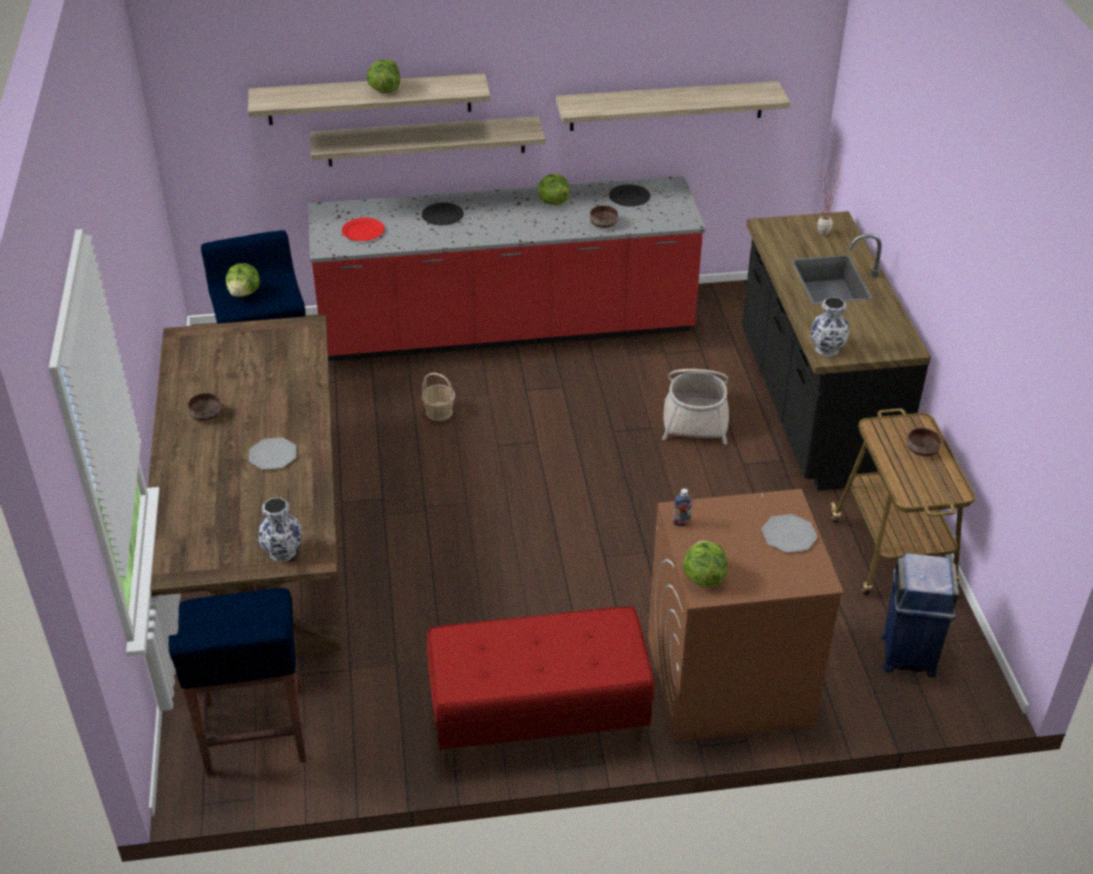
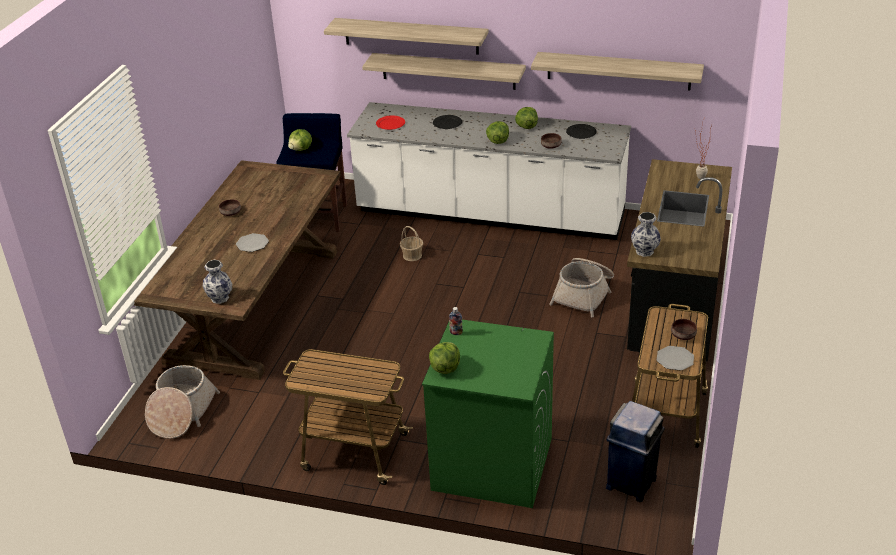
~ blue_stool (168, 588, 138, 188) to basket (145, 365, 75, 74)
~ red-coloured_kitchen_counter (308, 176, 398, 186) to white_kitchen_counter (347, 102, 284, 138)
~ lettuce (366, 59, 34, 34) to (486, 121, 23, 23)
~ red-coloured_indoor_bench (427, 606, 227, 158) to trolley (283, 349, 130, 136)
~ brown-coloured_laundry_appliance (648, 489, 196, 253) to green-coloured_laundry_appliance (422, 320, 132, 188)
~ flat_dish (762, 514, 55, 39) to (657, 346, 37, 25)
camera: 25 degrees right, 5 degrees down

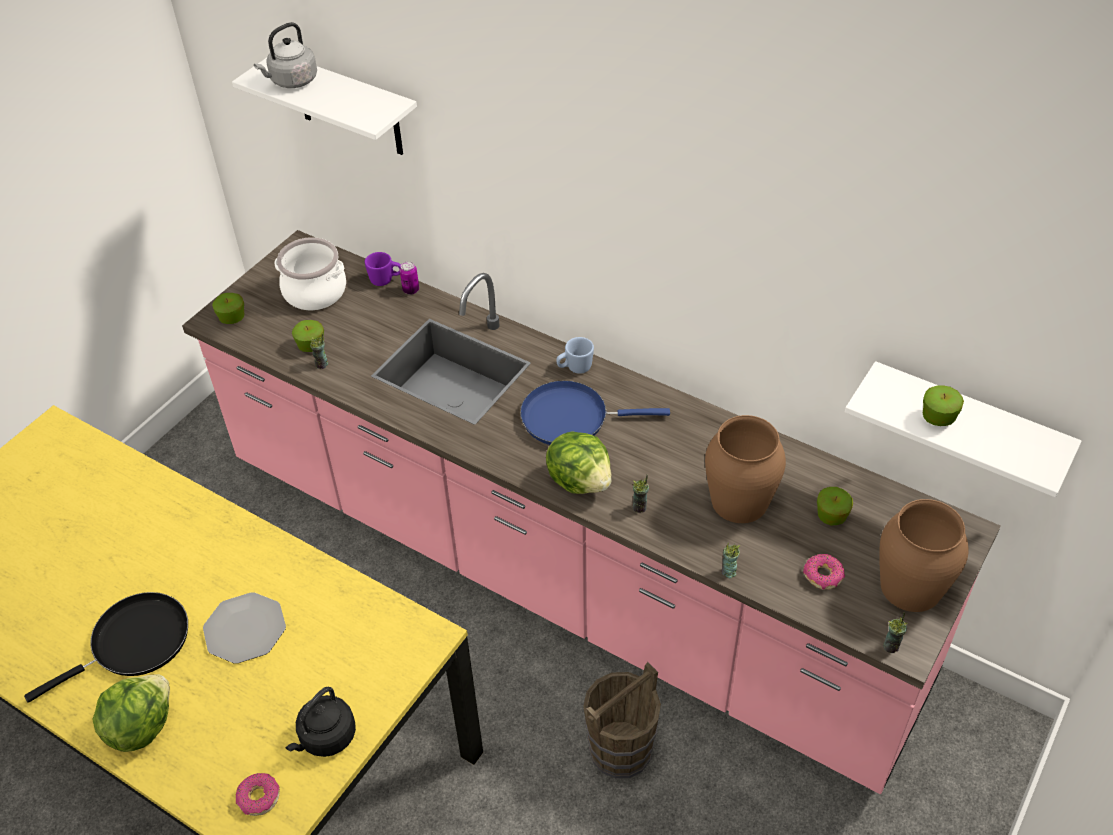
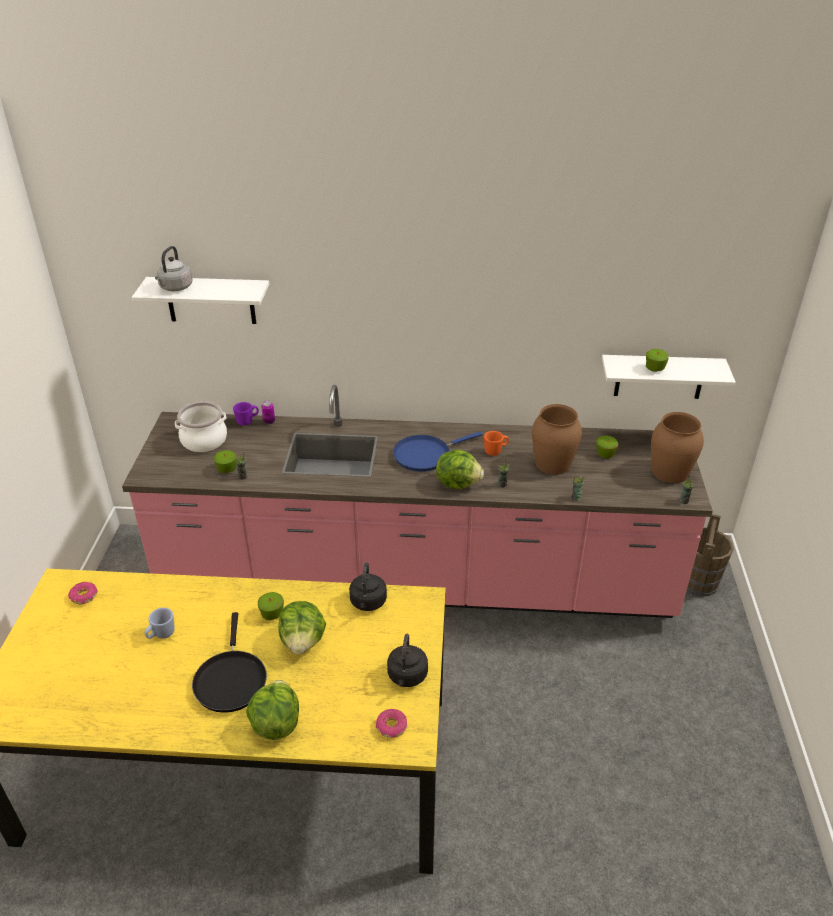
~ blackish_frying_pan (24, 592, 164, 111) = (192, 612, 75, 101) 150 degrees clockwise
~ flat_dish (203, 592, 83, 72) to lettuce (278, 601, 48, 53)
~ apple_fruit (212, 293, 33, 31) to (258, 592, 26, 28)
~ blue_coffee_mug (556, 337, 38, 37) to (144, 608, 31, 31)
~ brown-coloured_water_bucket (583, 662, 78, 117) to (687, 514, 47, 82)
~ donut (803, 554, 42, 36) to (68, 582, 30, 23)
+ blackish_tea_kettle (349, 562, 38, 49)
+ orange-coloured_coffee_mug (484, 431, 25, 25)
camera: 30 degrees left, 10 degrees down

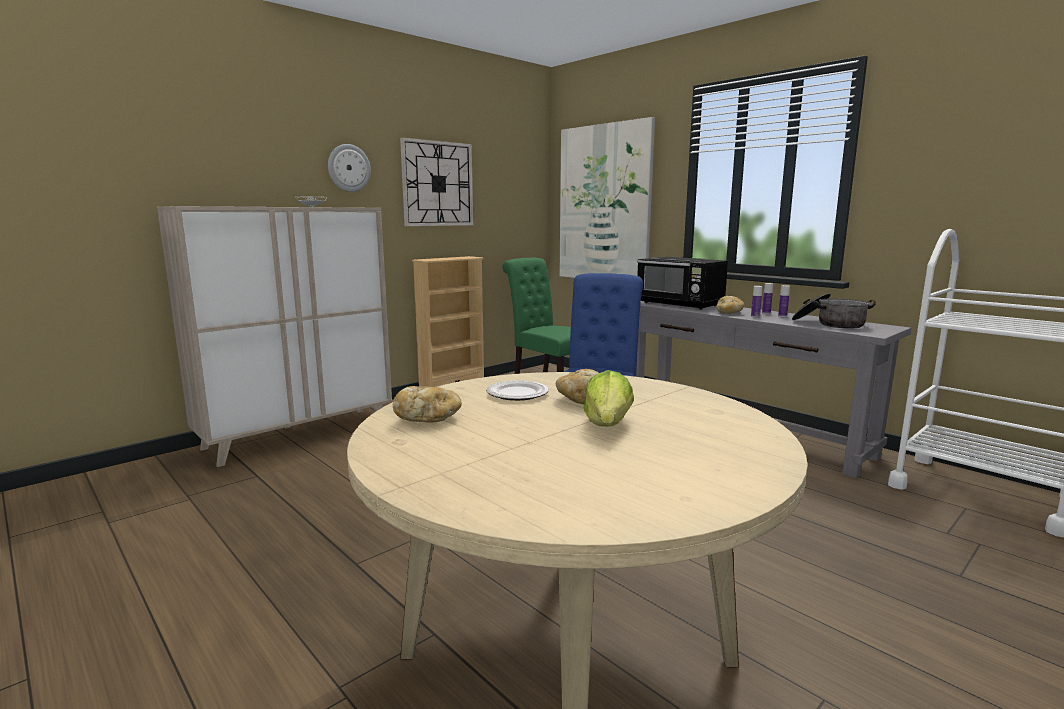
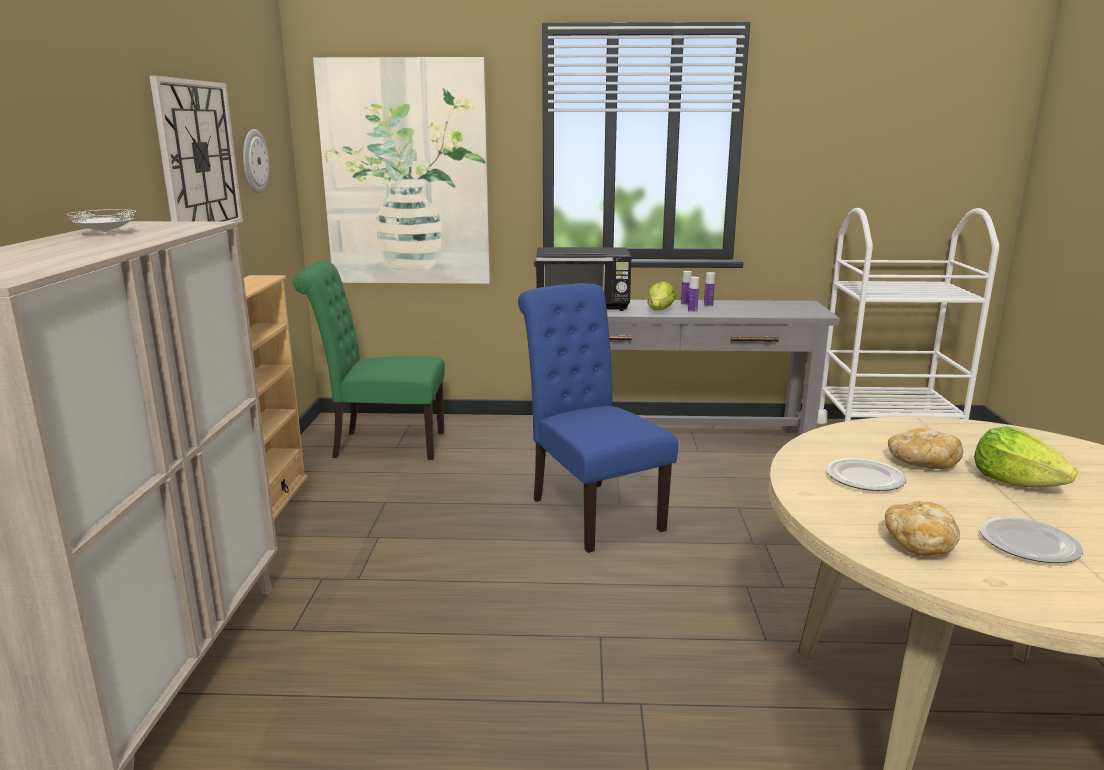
~ hanging_clock (328, 144, 43, 48) to (243, 129, 26, 64)
~ bread (716, 296, 28, 18) to lettuce (647, 281, 29, 30)
- stockpot (792, 293, 84, 36)
+ flat_dish (980, 517, 103, 46)
camera: 45 degrees left, 5 degrees up

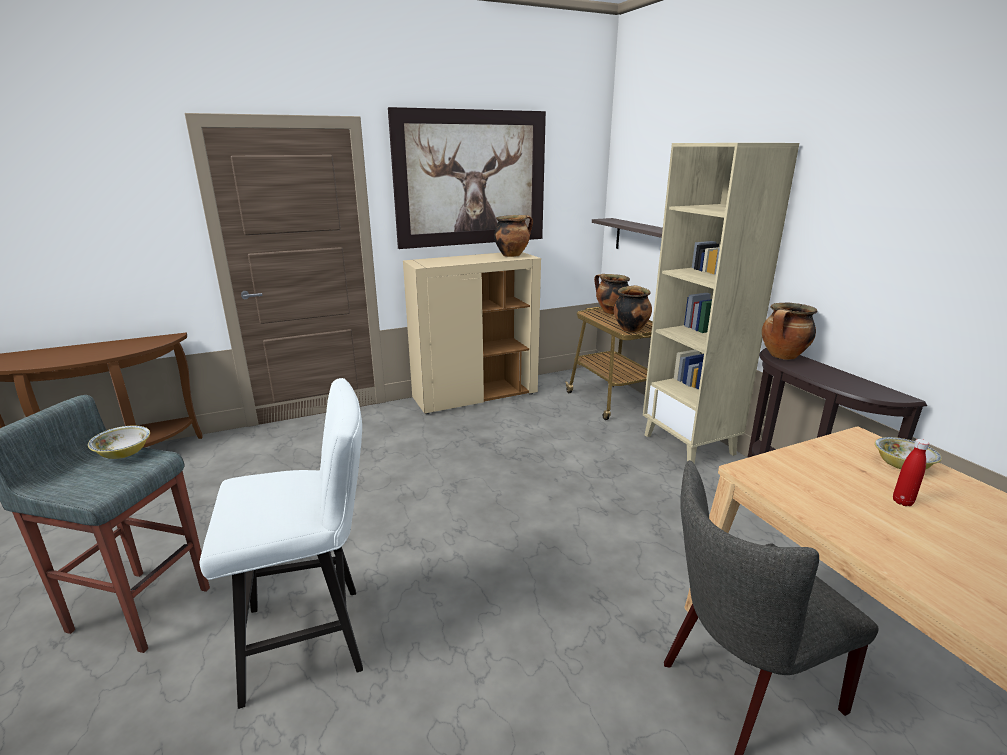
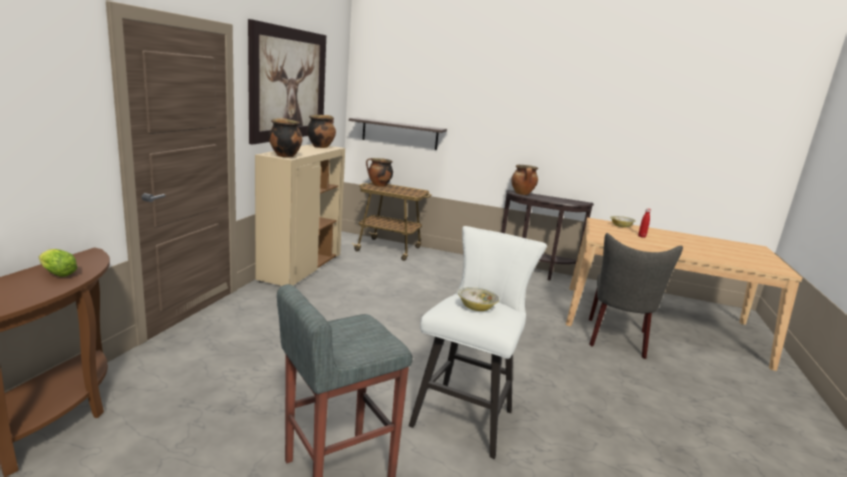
~ bowl (88, 426, 62, 33) to (458, 287, 41, 24)
~ stockpot (614, 285, 38, 47) to (269, 118, 33, 40)
- beige-coloured_bookshelf (643, 143, 156, 321)
+ lettuce (39, 249, 39, 28)
camera: 50 degrees left, 5 degrees down

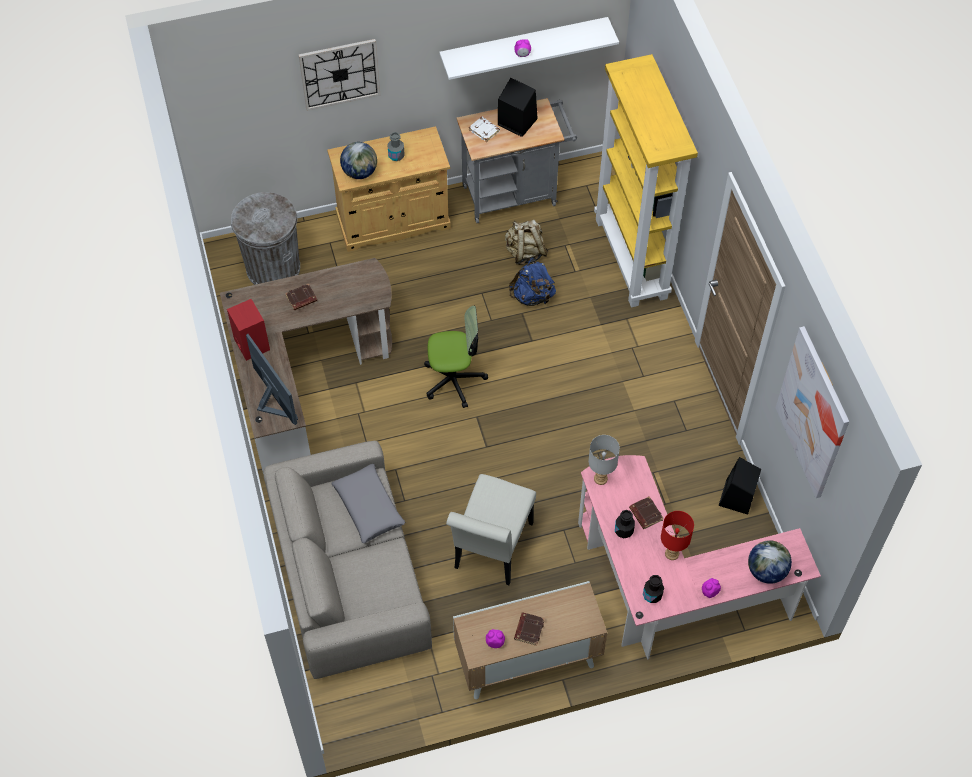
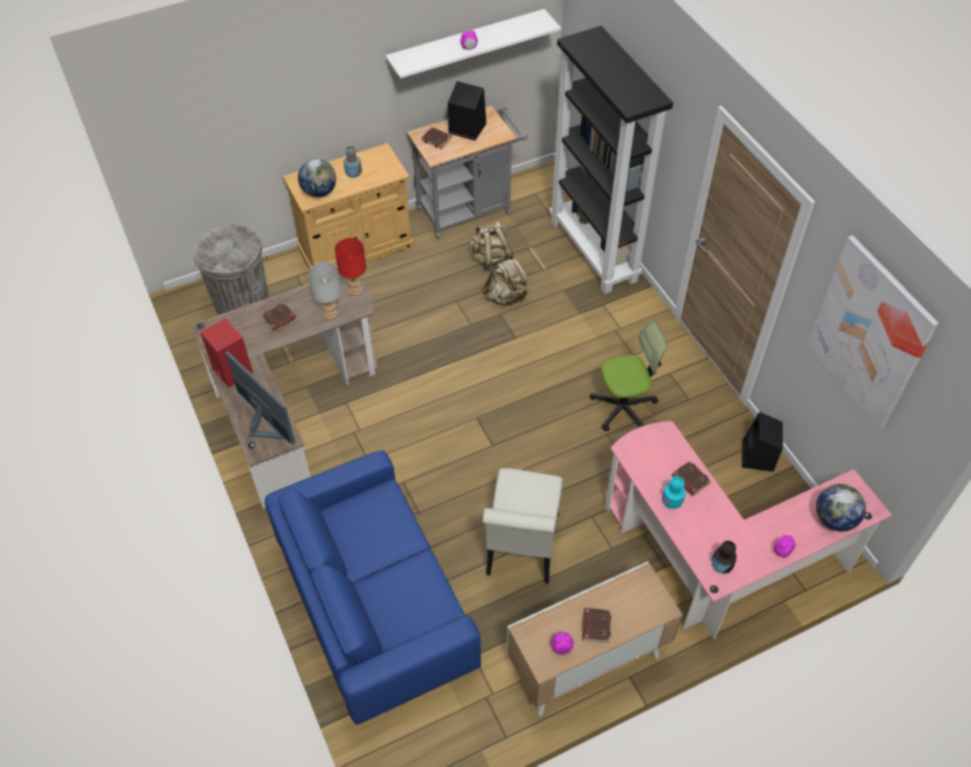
~ beige-coloured_sofa (263, 441, 169, 238) to blue_sofa (265, 450, 216, 275)
- hanging_clock (299, 39, 81, 72)
- grey_throw_pillow (332, 464, 73, 79)
~ office_chair (424, 306, 64, 102) to (590, 321, 77, 110)
~ white_book (469, 117, 31, 25) to brown-coloured_book (421, 127, 31, 22)
~ blue_knapsack (509, 258, 47, 48) to beige-coloured_knapsack (483, 255, 48, 50)
~ grey_table_lamp (588, 435, 32, 50) to (308, 262, 33, 58)
~ yellowish_bookshelf (594, 54, 104, 253) to blackish_bookshelf (549, 26, 124, 268)
~ blackish_bottle (615, 510, 20, 28) to blue-green_bottle (662, 476, 24, 33)
~ red-coloured_table_lamp (661, 511, 33, 49) to (335, 238, 31, 58)
camera: 10 degrees left, 5 degrees down

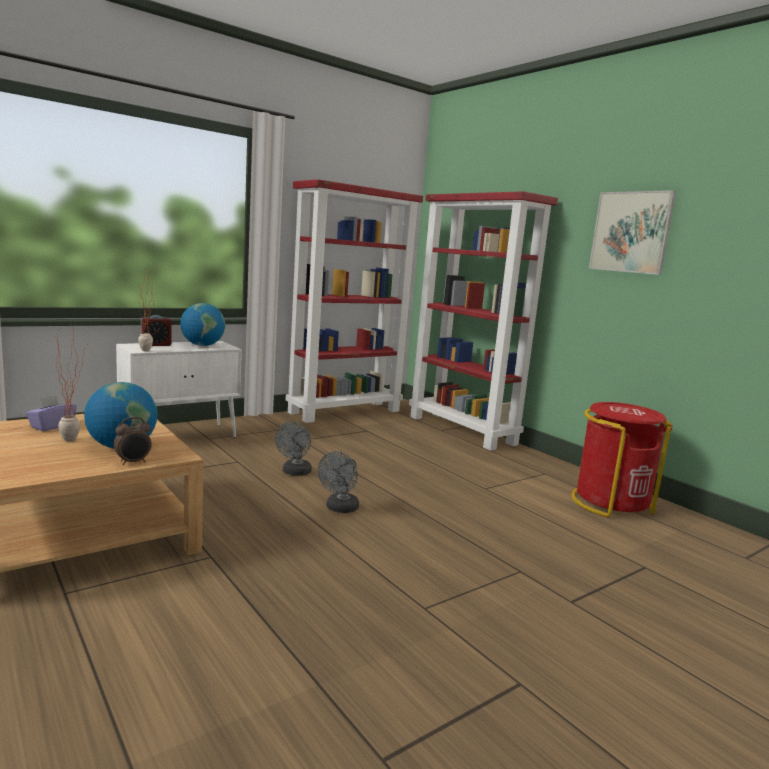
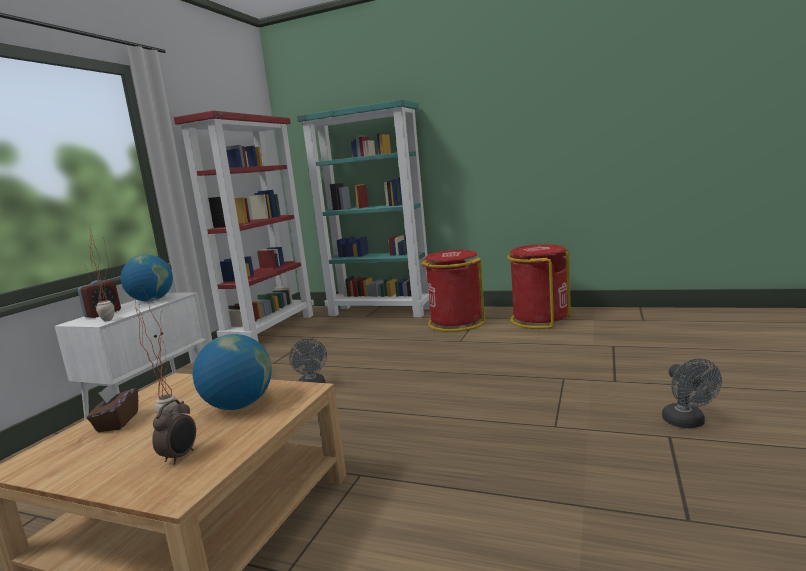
~ purple-coloured_box_of_tissues (26, 395, 51, 36) to brown-coloured_box_of_tissues (87, 385, 51, 47)
~ table_clock (114, 417, 38, 48) to (152, 399, 44, 66)
~ grey_cooling_fan (318, 451, 41, 62) to (662, 358, 60, 70)
~ red-coloured_bookshelf (409, 191, 149, 260) to blue-green_bookshelf (297, 99, 133, 218)
- picture (589, 190, 87, 85)
+ red-coloured_trash_can (422, 250, 63, 82)
camera: 30 degrees left, 0 degrees up

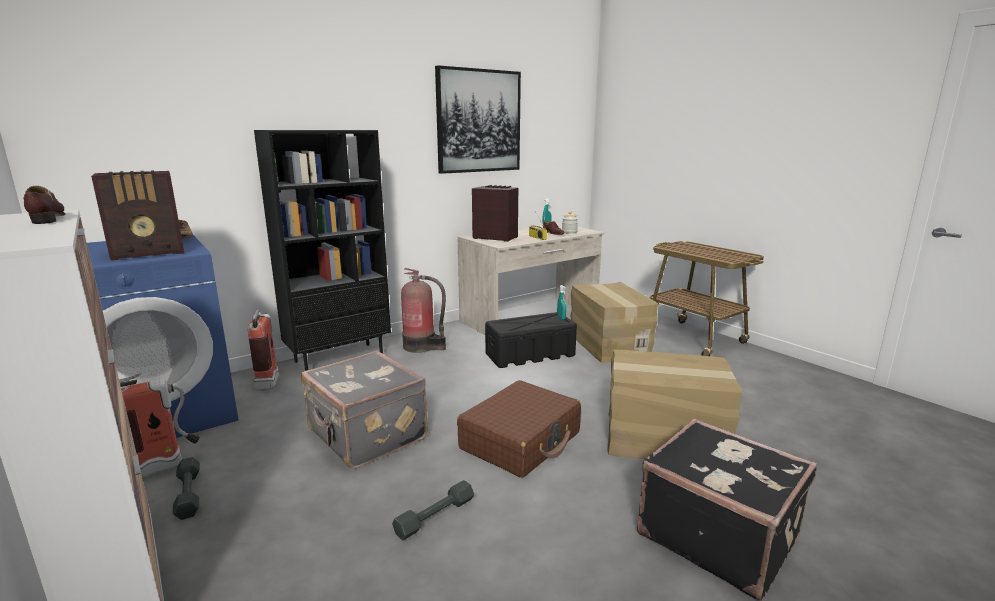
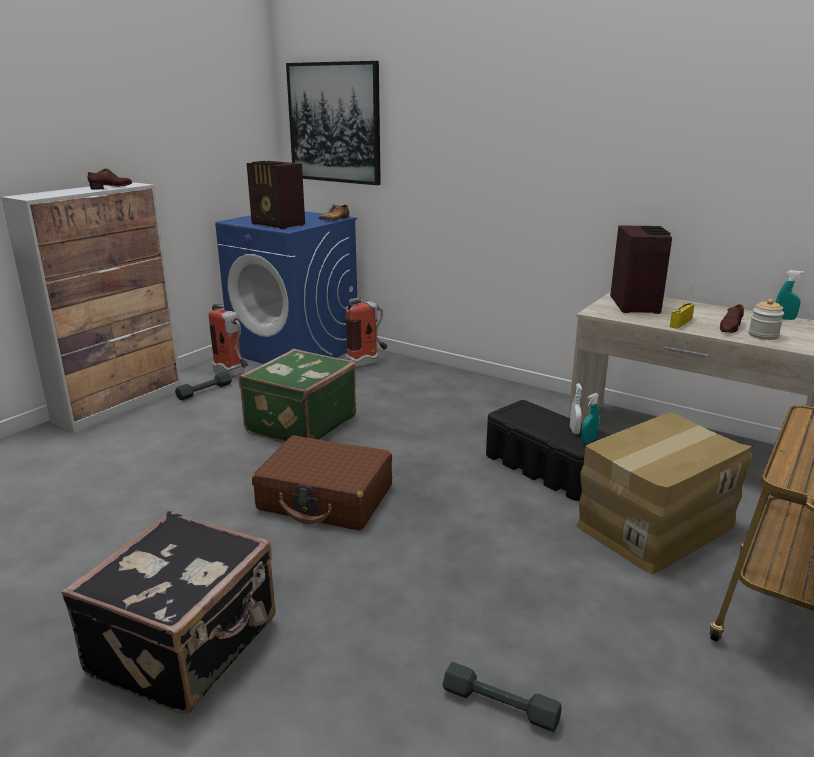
- blackish_bookshelf (254, 130, 137, 241)
~ grey_suitcase (301, 351, 127, 118) to green-coloured_suitcase (238, 349, 118, 94)
~ grey_free_weight (392, 480, 82, 60) to (442, 662, 119, 70)
- fire_extinguisher (401, 268, 45, 85)
~ picture (435, 65, 86, 109) to (286, 61, 95, 124)
- packing_box (607, 349, 135, 110)
+ white_spray_bottle (570, 383, 12, 51)
camera: 70 degrees right, 5 degrees up

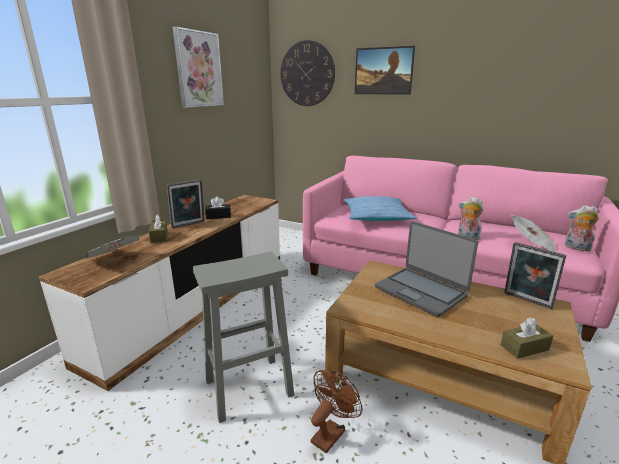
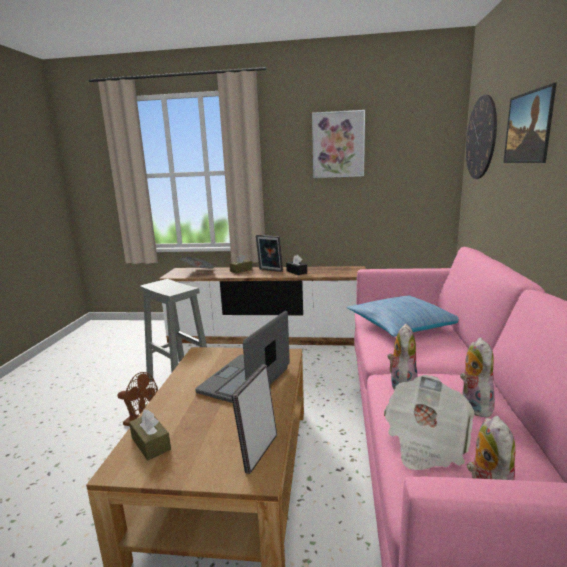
+ soft_toy (460, 338, 35, 79)
camera: 70 degrees right, 5 degrees down

